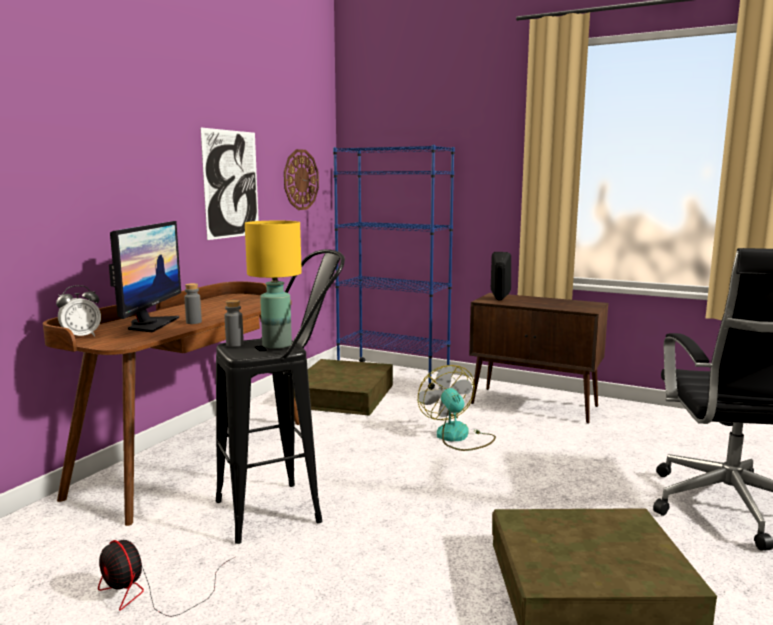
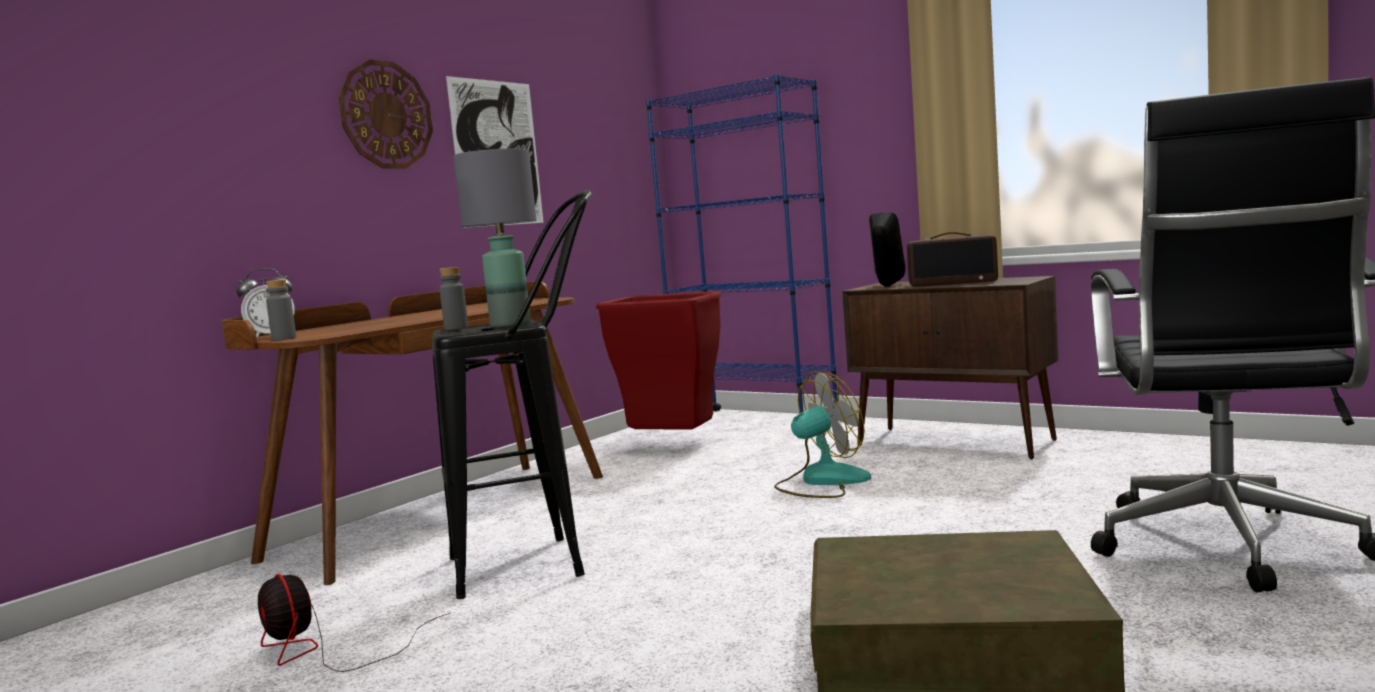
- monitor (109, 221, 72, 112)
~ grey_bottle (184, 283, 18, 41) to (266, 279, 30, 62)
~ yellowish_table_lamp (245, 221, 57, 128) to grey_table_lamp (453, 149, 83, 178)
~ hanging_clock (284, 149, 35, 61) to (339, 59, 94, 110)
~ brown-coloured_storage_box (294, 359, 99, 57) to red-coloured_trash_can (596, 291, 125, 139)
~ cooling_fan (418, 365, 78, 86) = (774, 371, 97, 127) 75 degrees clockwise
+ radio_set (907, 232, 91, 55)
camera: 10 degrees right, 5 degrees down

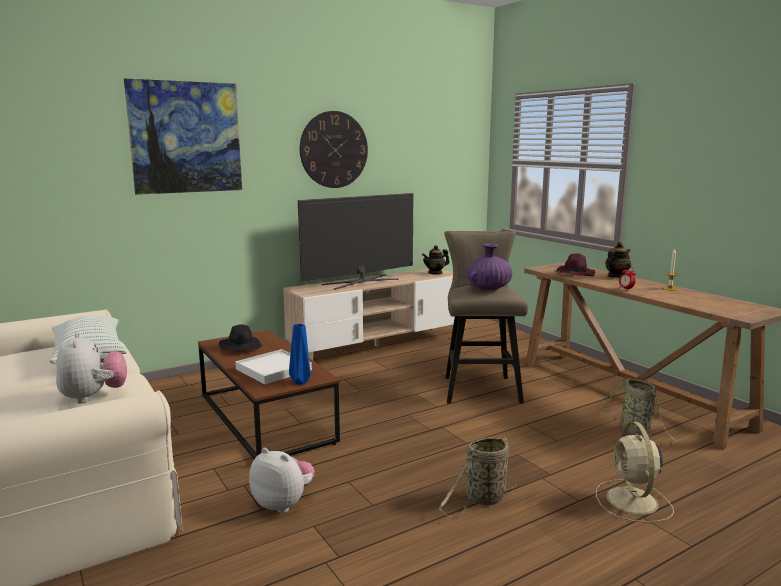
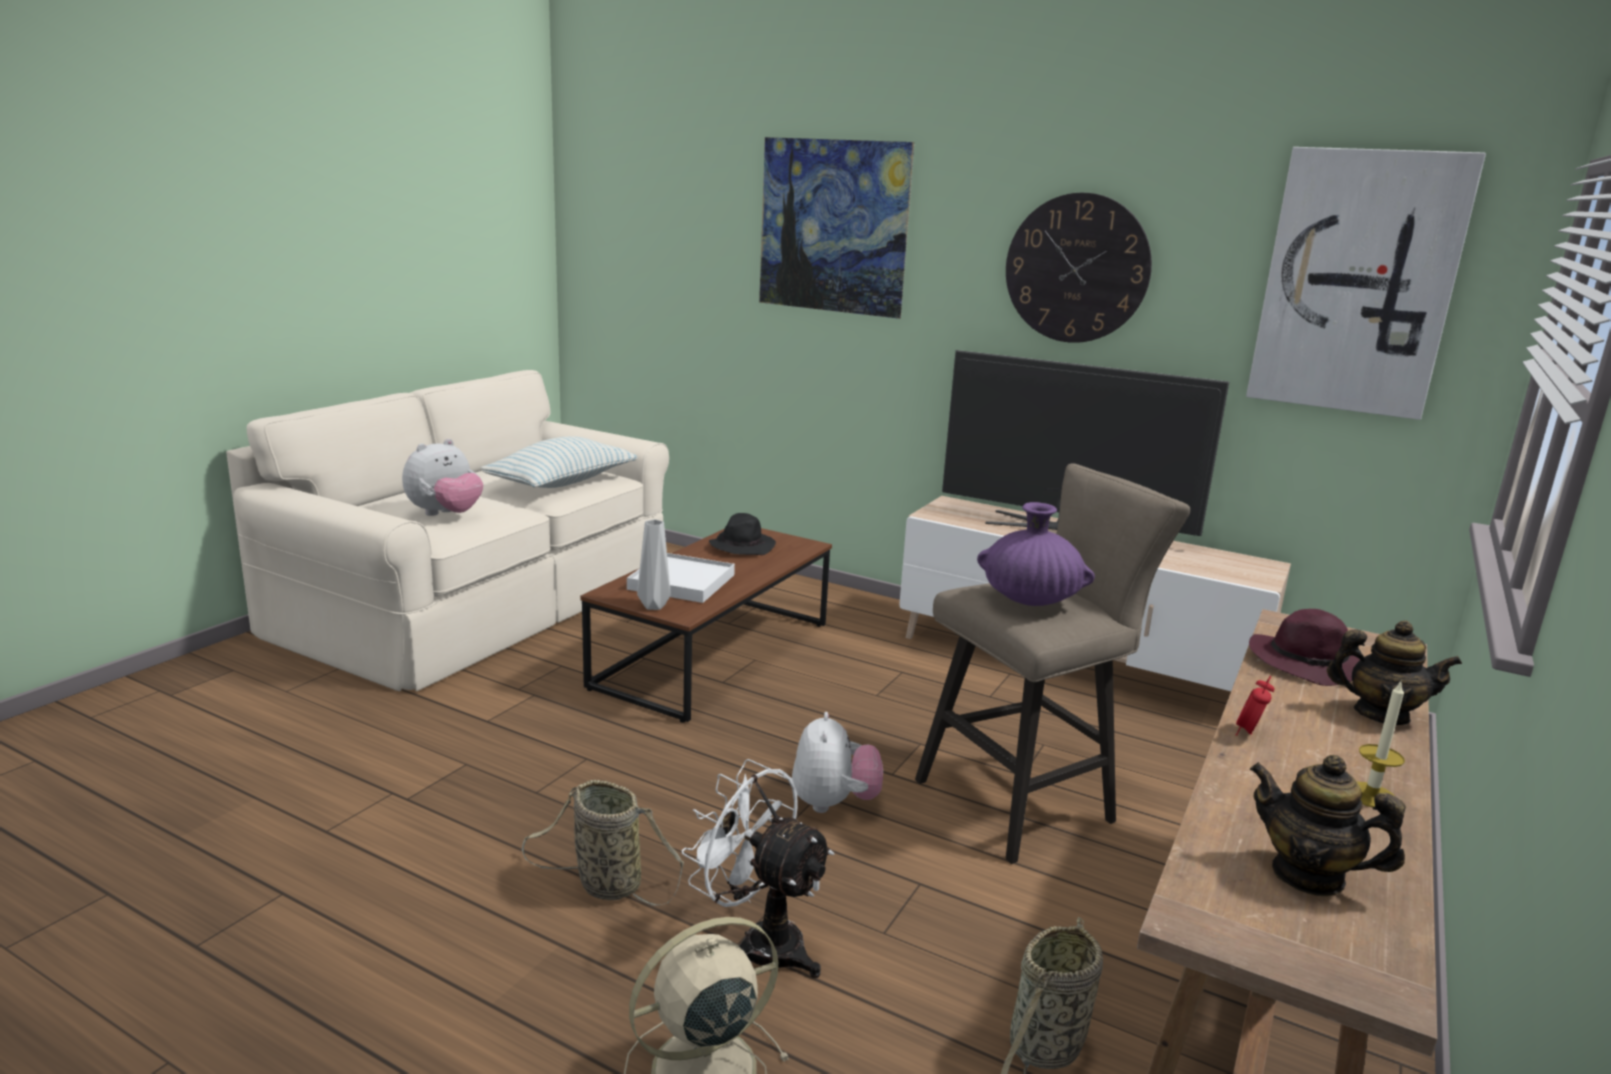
~ soft_toy (249, 448, 66, 65) to (792, 712, 91, 101)
~ blue_flower_vase (289, 324, 22, 60) to grey_flower_vase (637, 519, 34, 91)
~ pot_for_tea (422, 245, 27, 30) to (1250, 755, 156, 141)
+ white_cooling_fan (682, 759, 152, 219)
+ picture (1246, 147, 240, 273)
camera: 60 degrees right, 5 degrees up

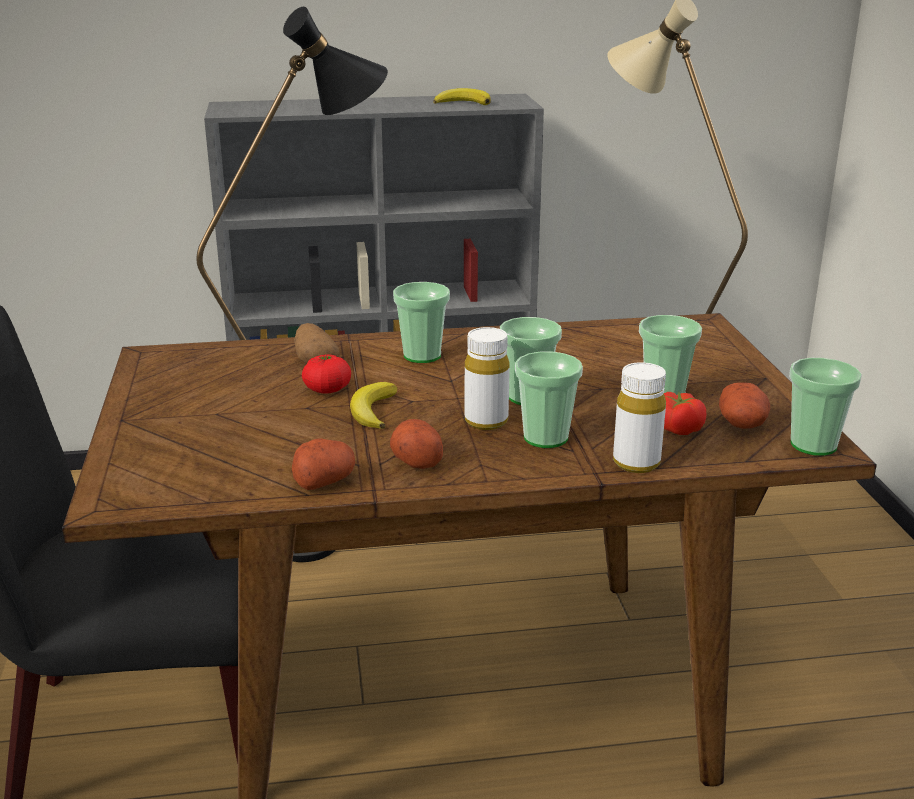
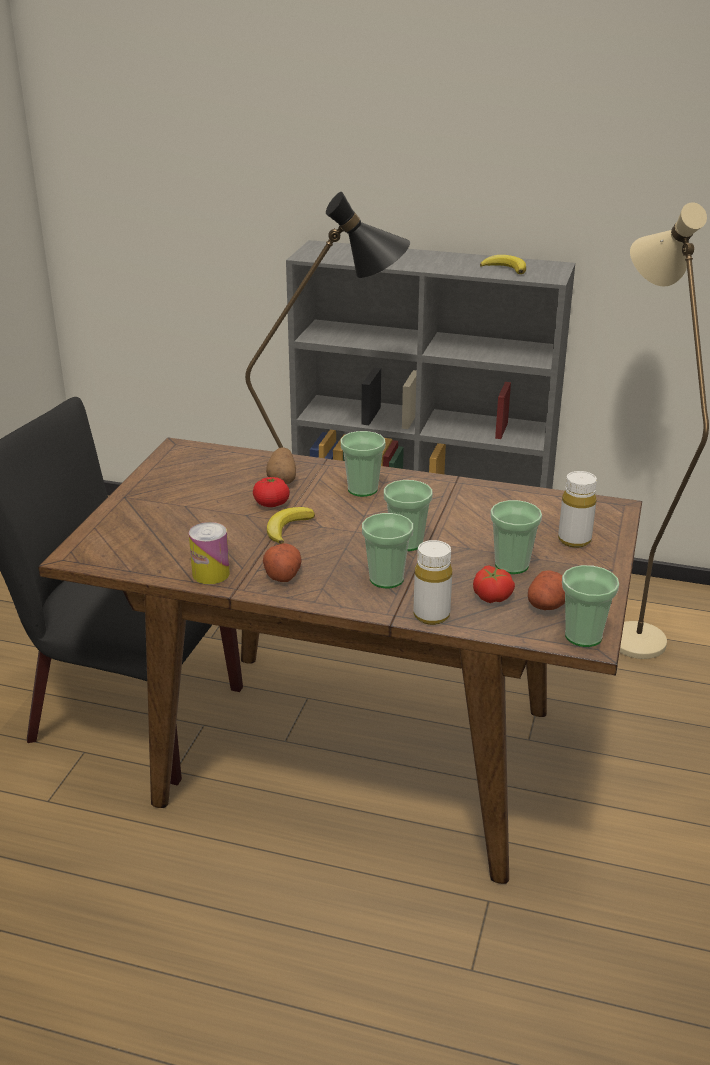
~ spud (292, 438, 63, 52) to metal_can (189, 522, 41, 62)
~ white_bottle (464, 327, 46, 103) to (558, 471, 39, 77)
camera: 25 degrees right, 5 degrees up

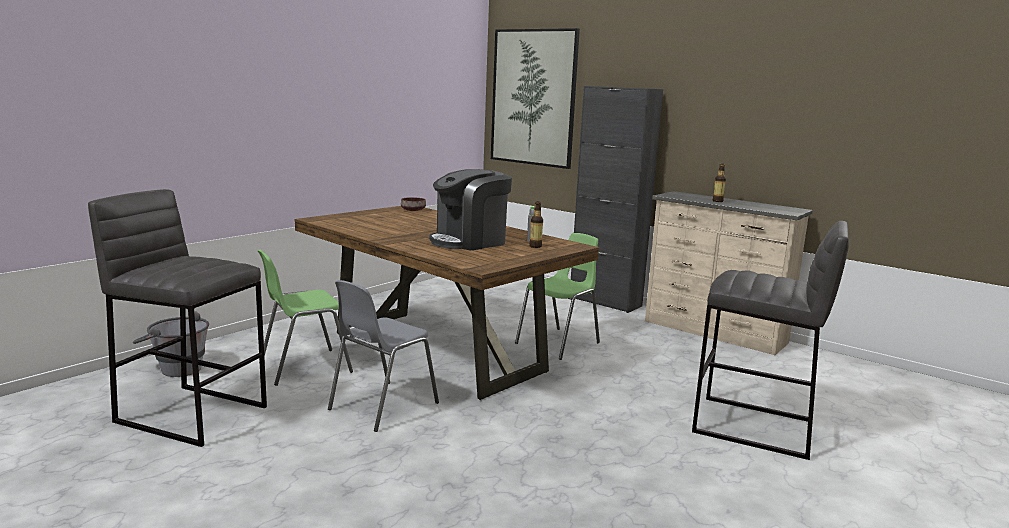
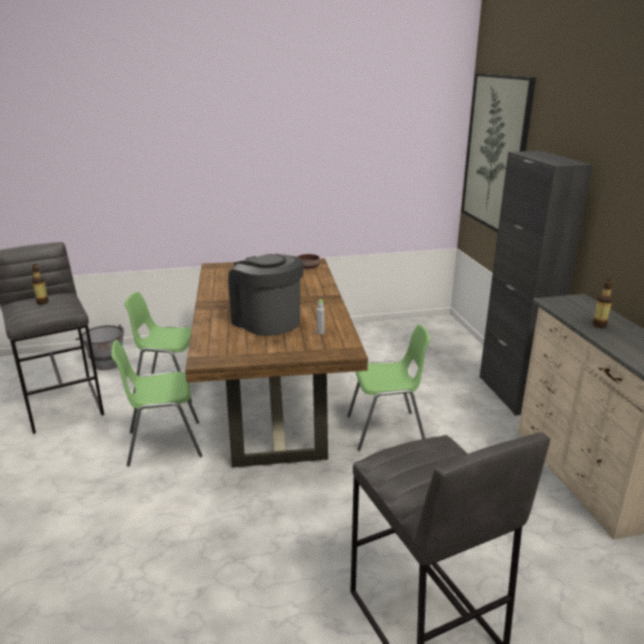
~ grey_chair (328, 280, 111, 152) to green-coloured_chair (111, 340, 91, 126)
~ coffee_maker (429, 169, 83, 82) = (228, 254, 76, 82) 45 degrees clockwise
~ bottle (529, 202, 14, 46) to (32, 264, 17, 41)
camera: 40 degrees right, 10 degrees up

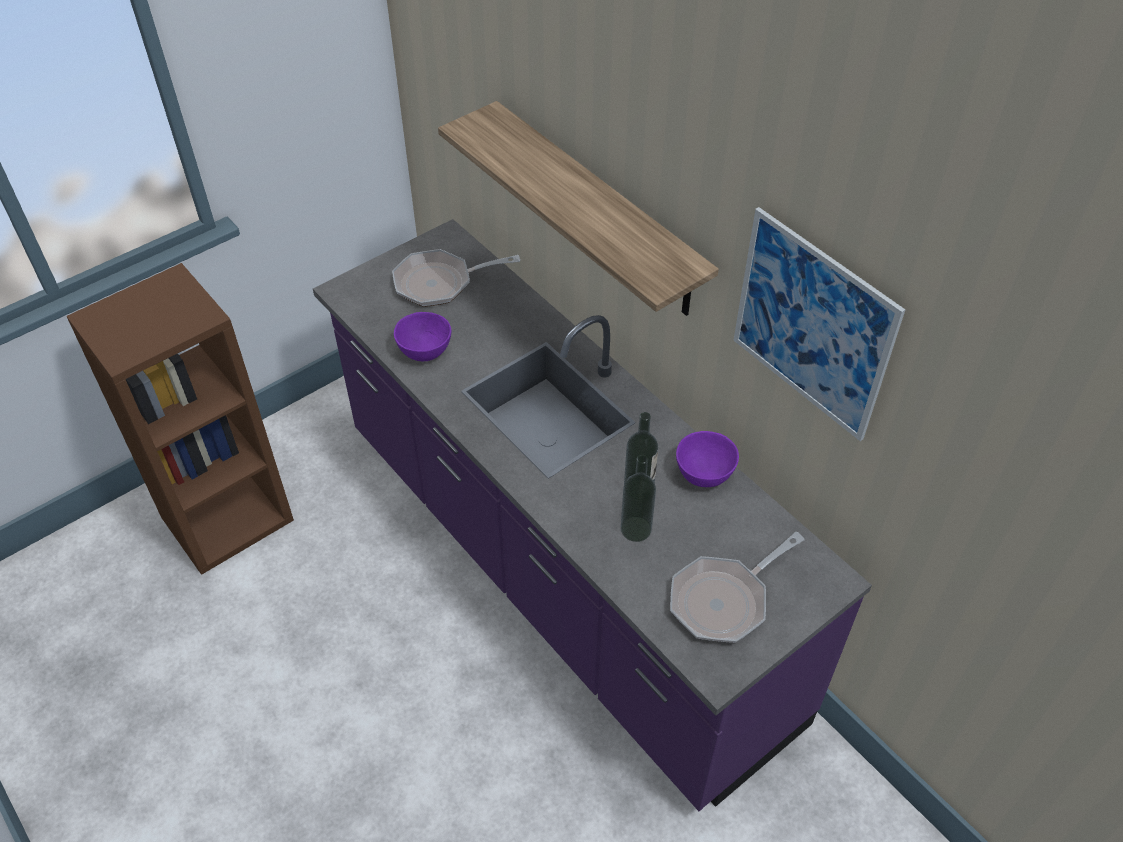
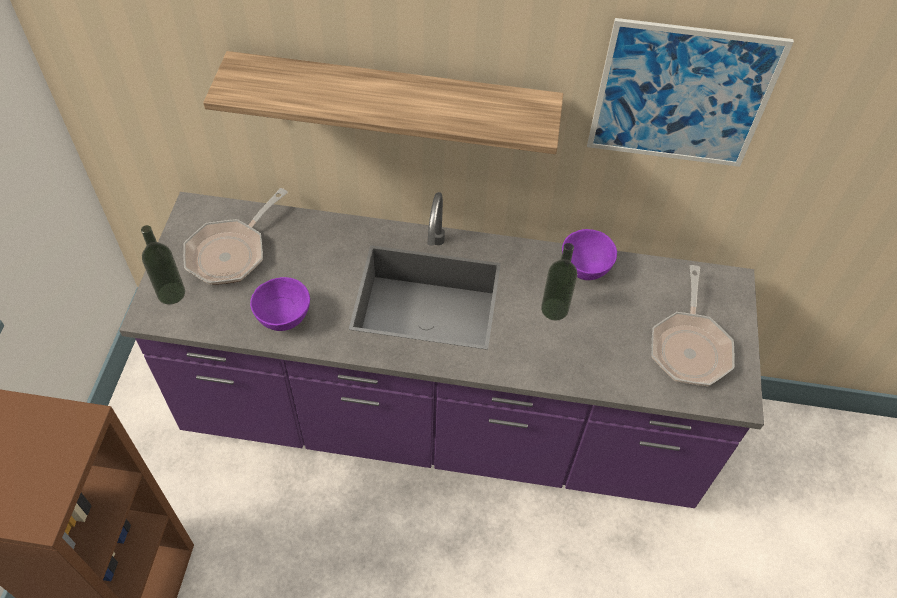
~ bottle (621, 455, 35, 87) to (141, 225, 44, 80)
camera: 45 degrees left, 5 degrees up

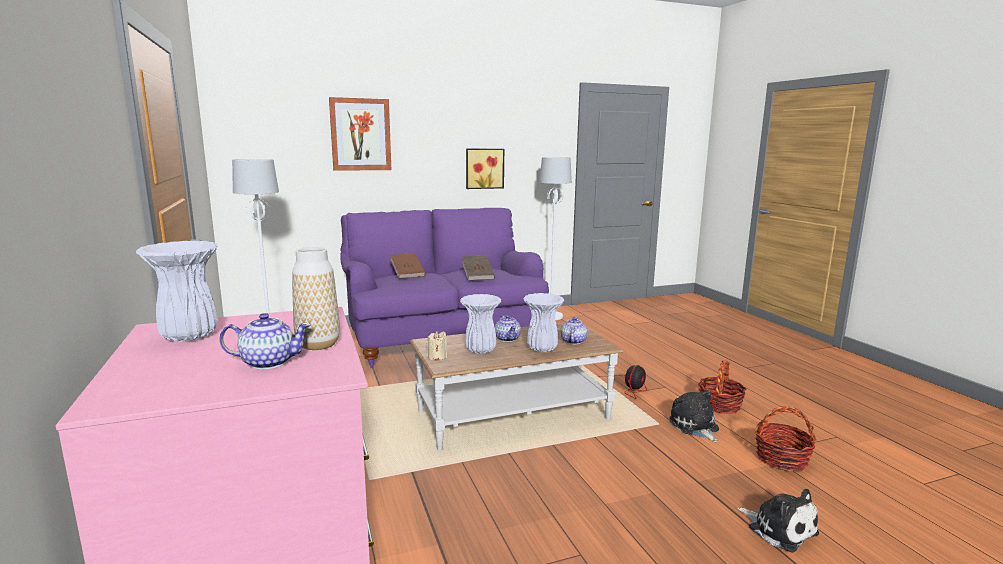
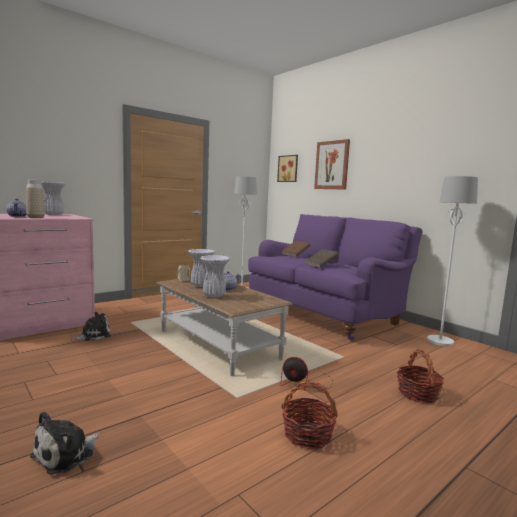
~ picture (466, 149, 38, 40) to (277, 155, 21, 27)
- pot_for_tea (561, 317, 26, 27)
~ soft_toy (669, 390, 50, 52) to (71, 312, 40, 29)
~ basket (755, 406, 61, 65) to (397, 349, 47, 54)
camera: 70 degrees right, 5 degrees down

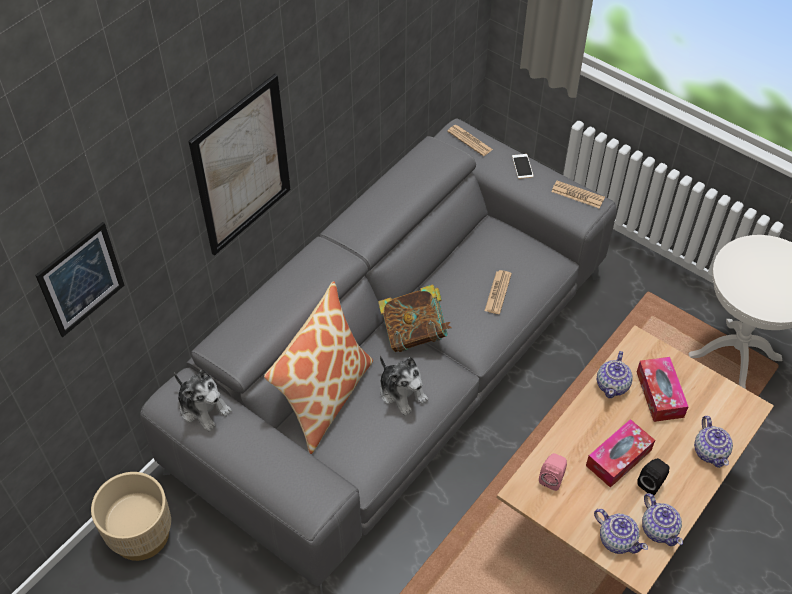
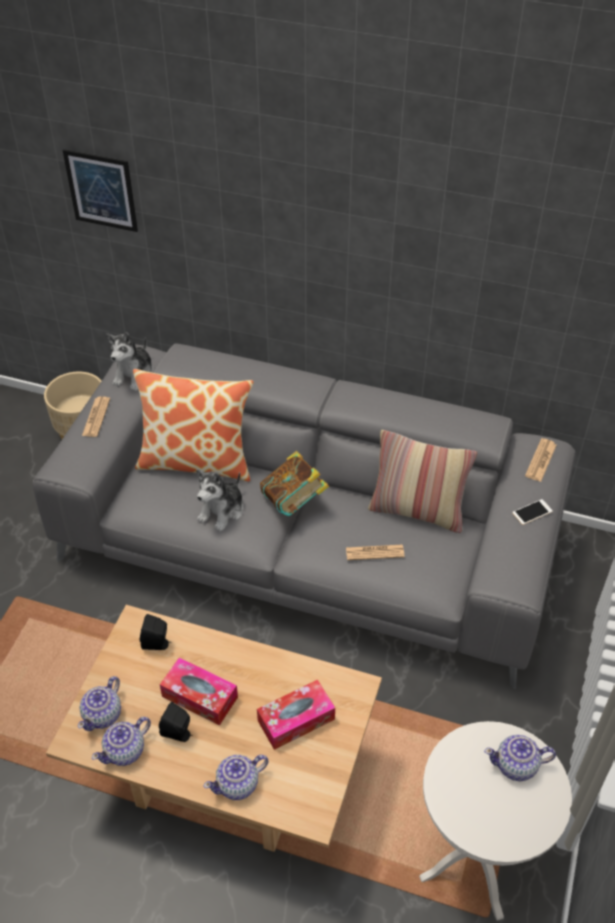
- picture (188, 74, 103, 182)
~ pink-coloured_loudspeaker (539, 453, 28, 38) to blackish_loudspeaker (140, 614, 31, 36)
~ printed_paper (551, 180, 54, 29) to (82, 396, 28, 41)
~ pot_for_tea (597, 351, 36, 47) to (484, 735, 72, 46)
+ throw_pillow (368, 430, 109, 103)
camera: 70 degrees right, 5 degrees down

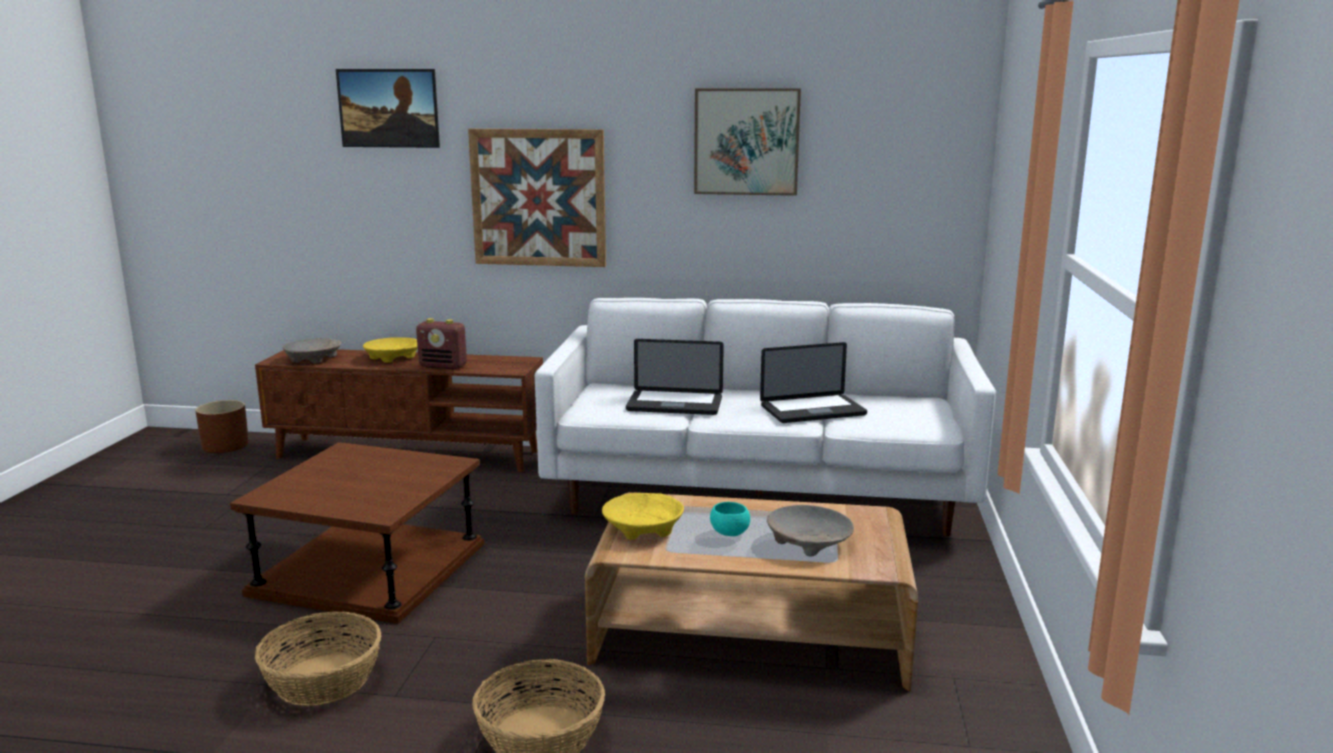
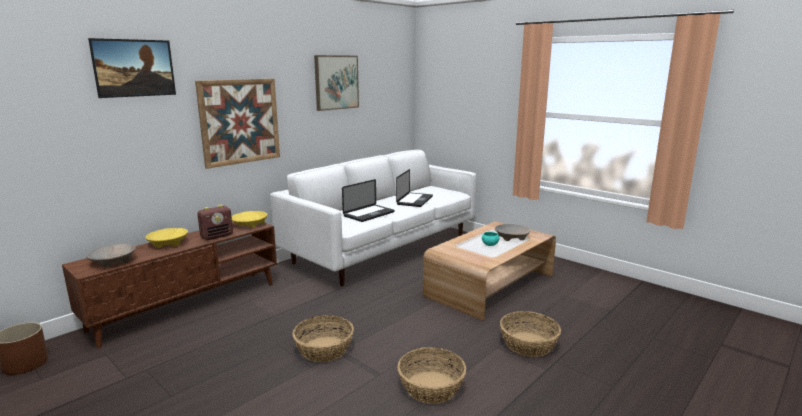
~ brown-coloured_side_table (230, 442, 254, 182) to basket (292, 315, 62, 47)
~ yellowish_bowl (602, 493, 82, 47) to (232, 211, 36, 17)
camera: 55 degrees left, 0 degrees up

